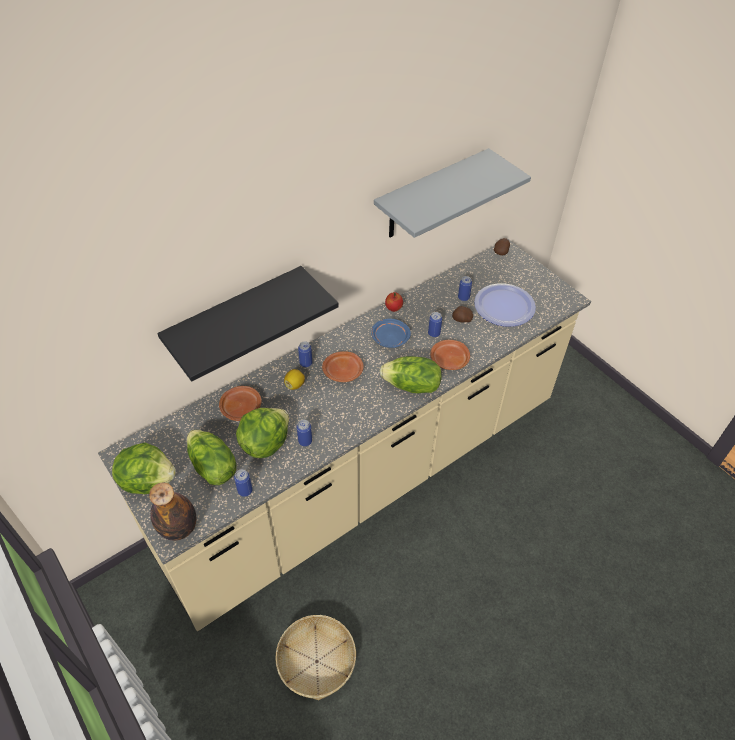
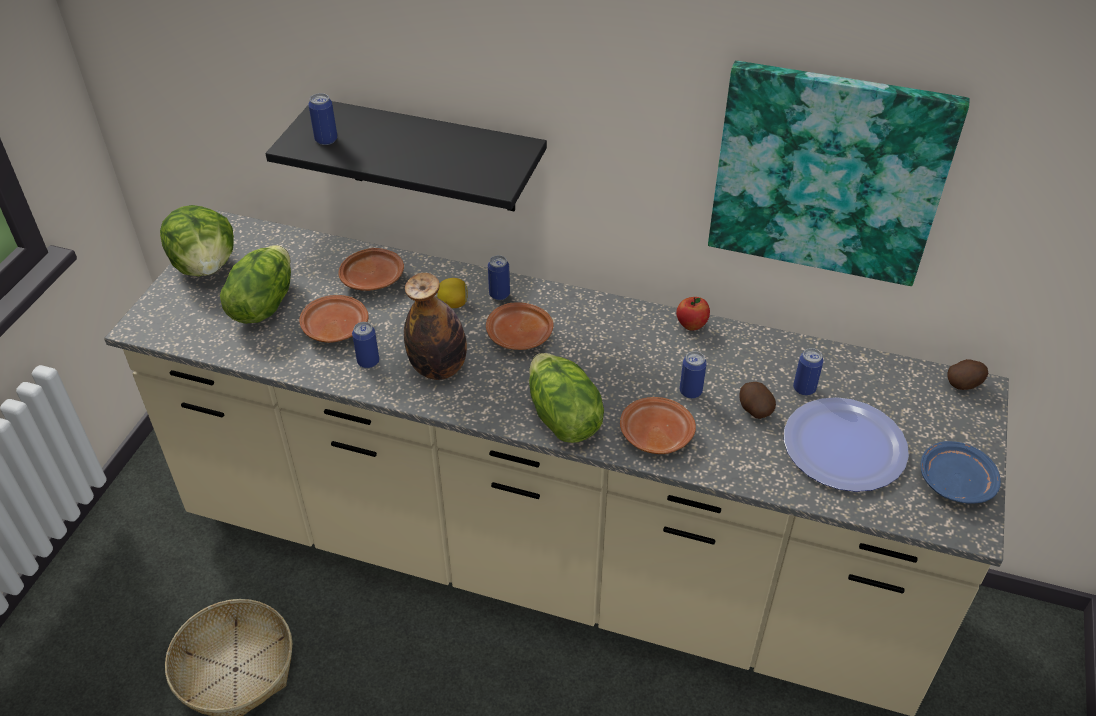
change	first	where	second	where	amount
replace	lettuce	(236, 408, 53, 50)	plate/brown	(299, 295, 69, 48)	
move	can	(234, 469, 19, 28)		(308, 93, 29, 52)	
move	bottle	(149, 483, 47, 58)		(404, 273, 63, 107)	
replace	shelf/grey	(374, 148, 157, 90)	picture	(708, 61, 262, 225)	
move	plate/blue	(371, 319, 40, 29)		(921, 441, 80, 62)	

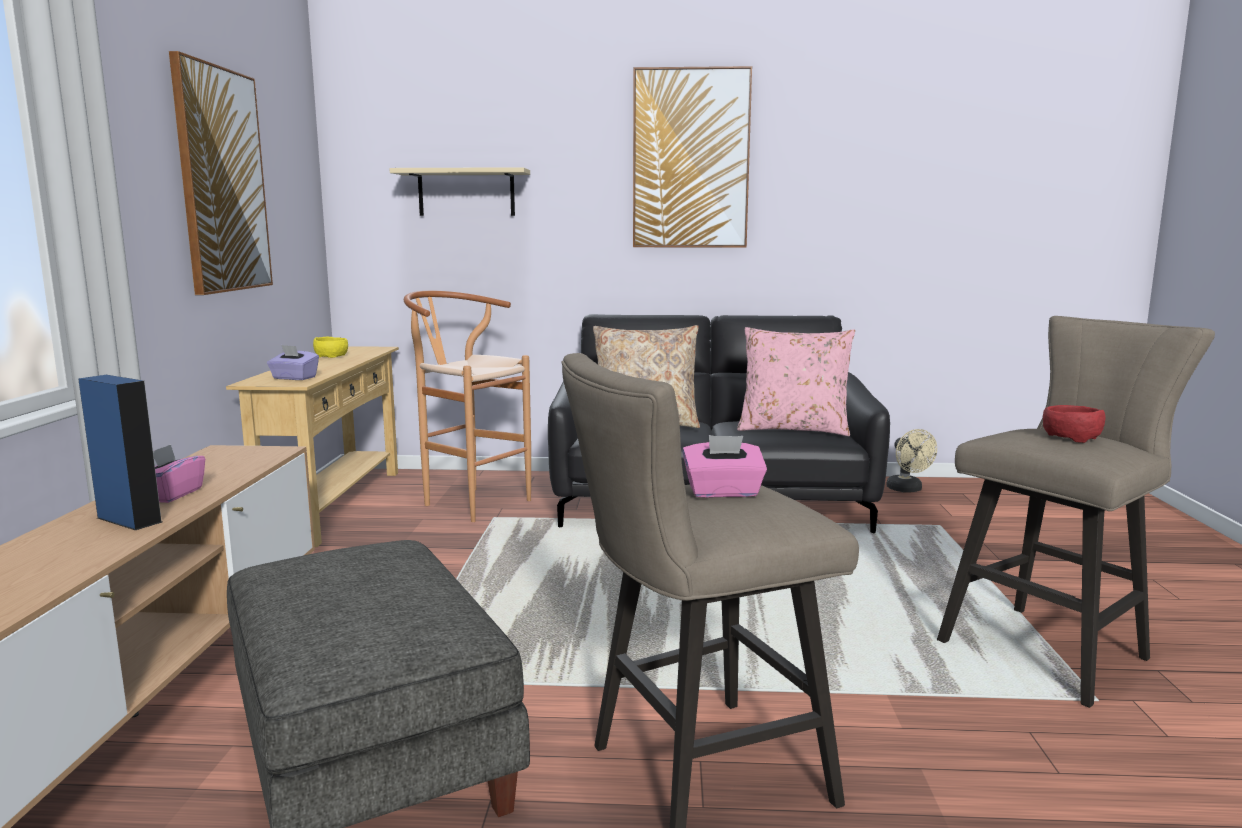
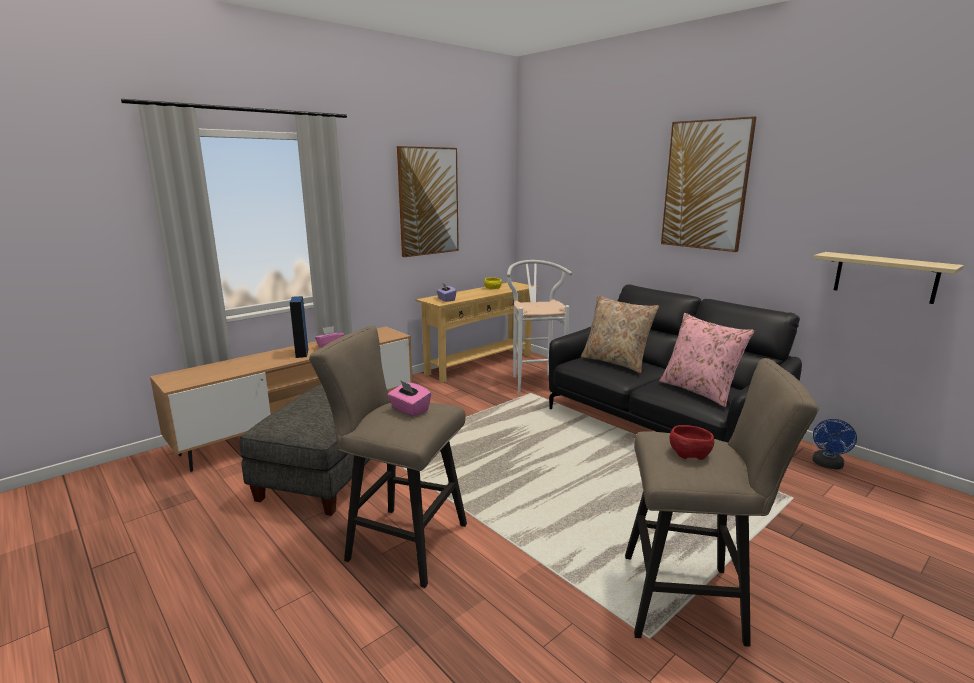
change	first	where	second	where	amount
recolor	stool/brown	(404, 291, 127, 231)	stool/white	(507, 260, 65, 133)	
recolor	fan/beige	(886, 429, 51, 63)	fan/blue	(812, 419, 45, 50)	
move	shelf/beige	(389, 167, 141, 49)		(813, 252, 151, 52)	

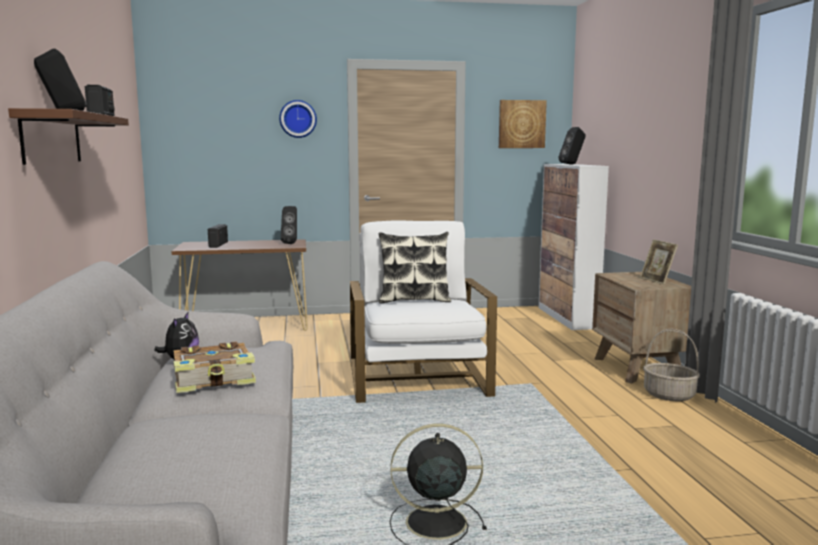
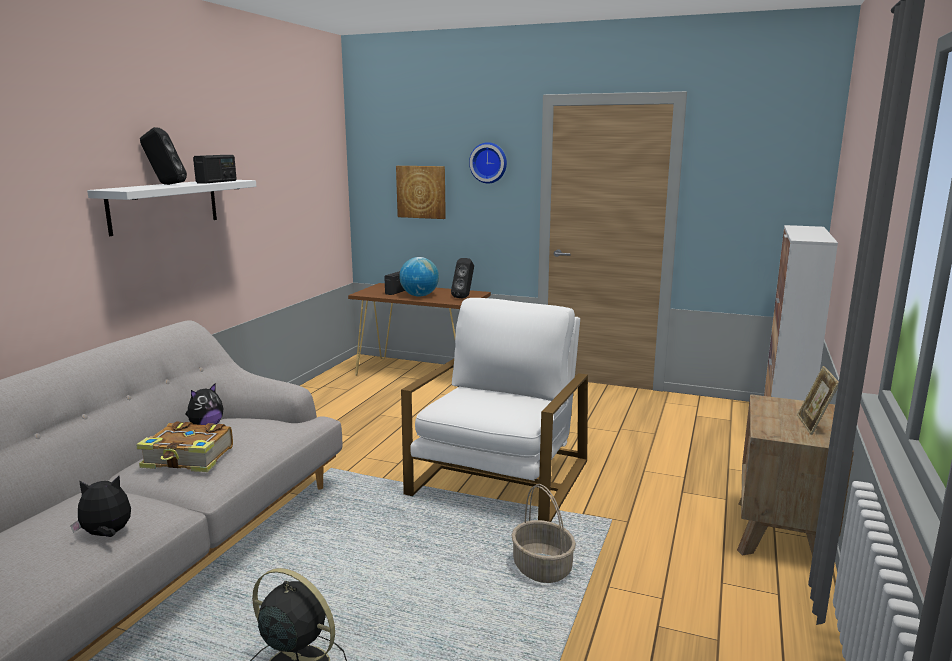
change	first	where	second	where	amount
insert			plush toy	(70, 476, 61, 61)	
recolor	shelf/brown	(8, 108, 121, 57)	shelf/white	(87, 180, 169, 56)	
move	picture	(499, 100, 48, 48)		(396, 166, 50, 53)	
insert			globe	(399, 257, 40, 40)	
move	basket	(643, 329, 57, 72)		(511, 484, 65, 99)	
delete	pillow	(379, 232, 72, 71)			
delete	speaker/black	(558, 127, 28, 38)			

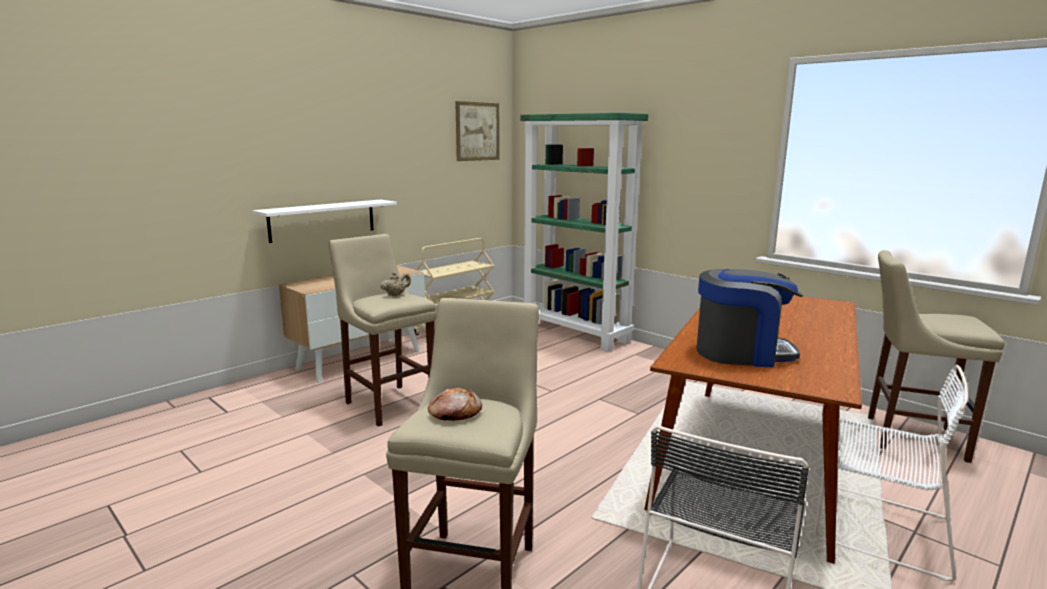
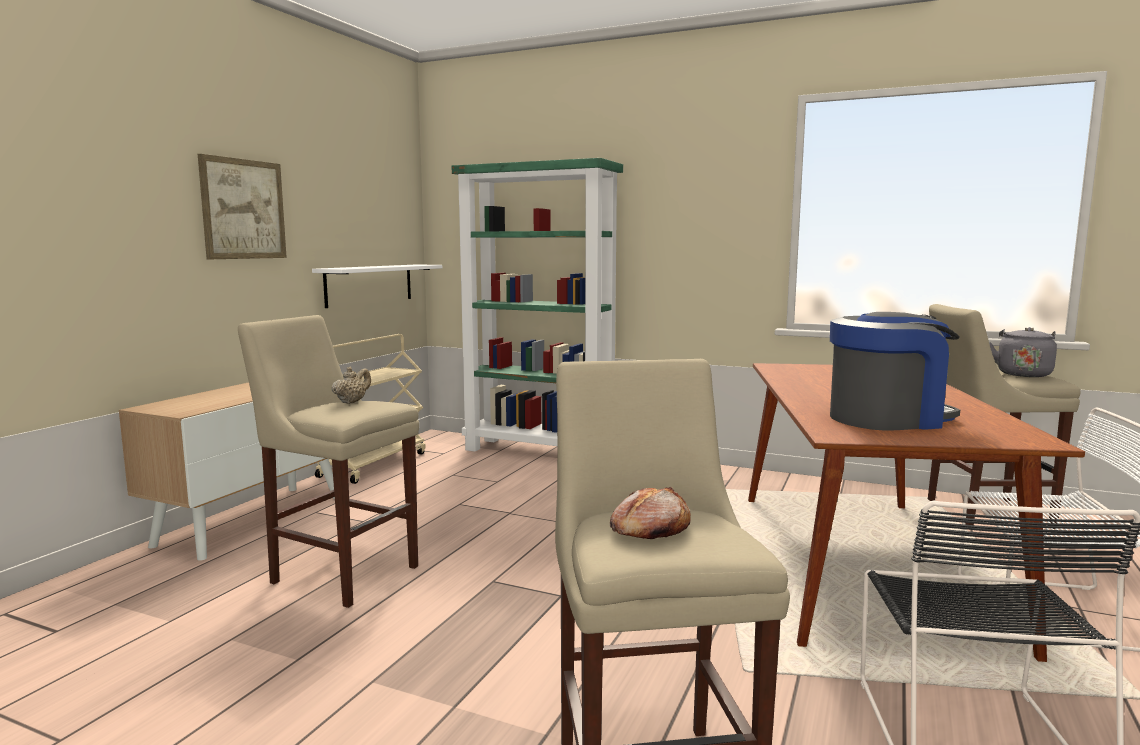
change	first	where	second	where	amount
move	picture	(455, 101, 45, 60)		(198, 154, 89, 105)	
move	shelf/white	(253, 200, 144, 43)		(312, 264, 130, 44)	
insert			kettle/grey	(989, 327, 68, 50)	

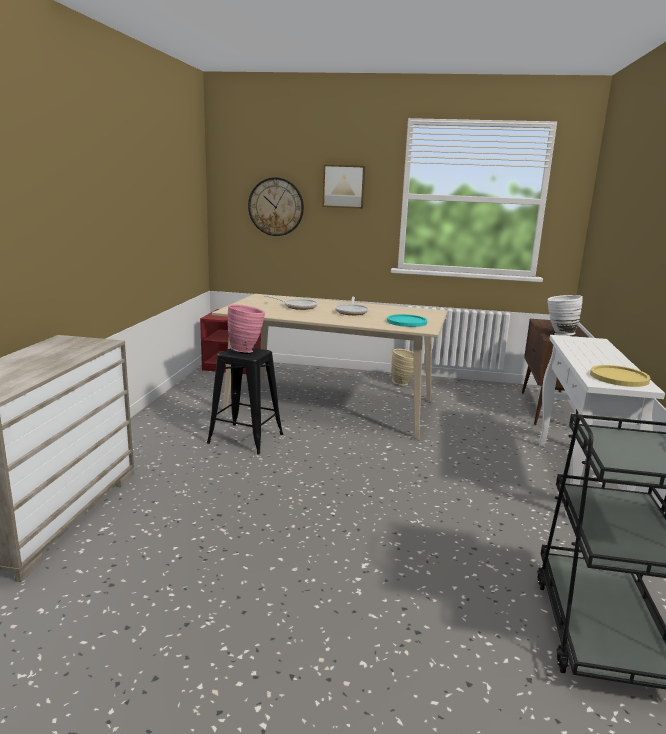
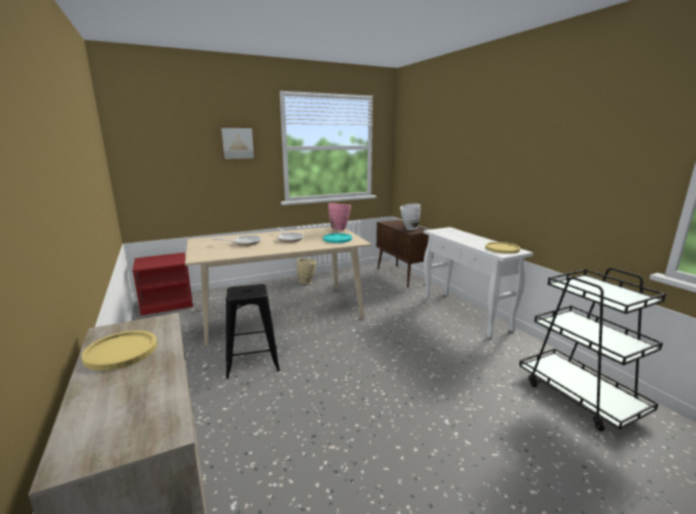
change	first	where	second	where	amount
insert			plate/yellow	(81, 330, 76, 41)	
move	vase/pink	(228, 304, 37, 49)		(328, 203, 23, 27)	
delete	wall clock	(248, 177, 56, 59)			

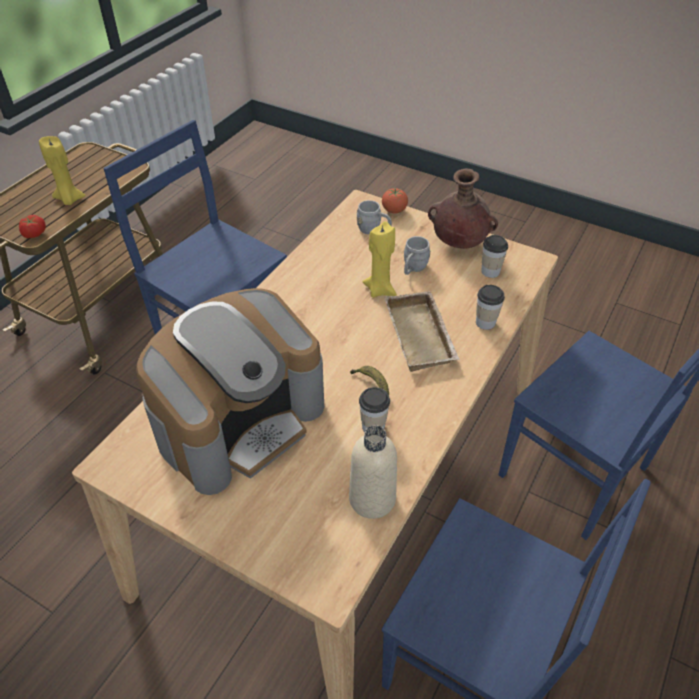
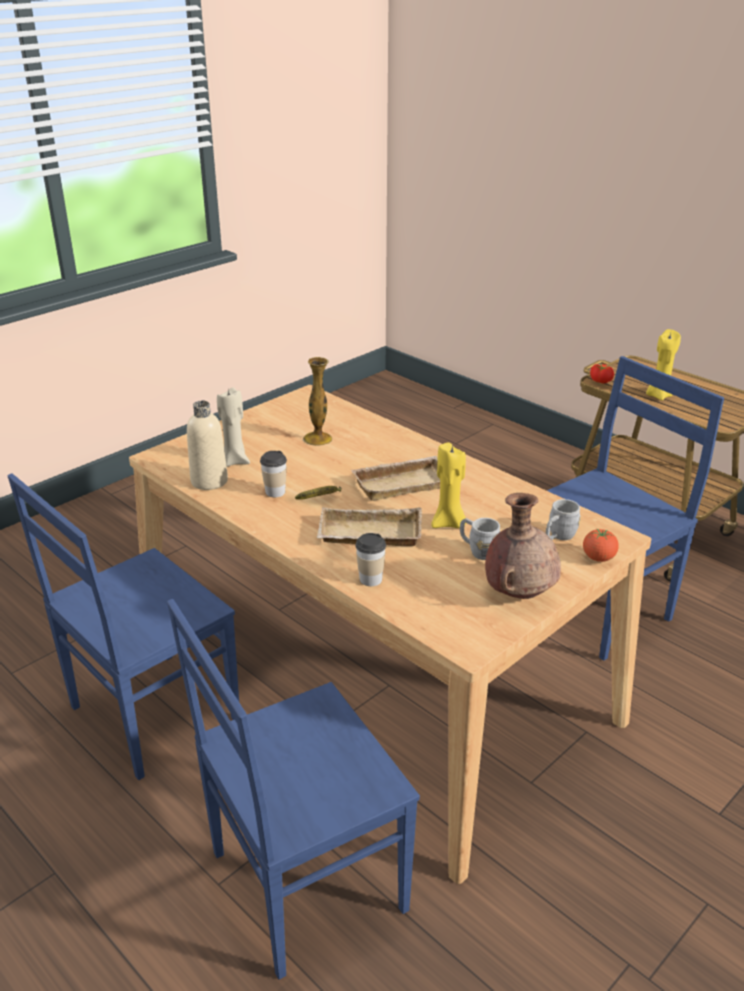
change	first	where	second	where	amount
insert			candle/beige	(217, 387, 33, 80)	
replace	coffee machine	(136, 288, 188, 207)	vase	(303, 357, 30, 89)	
insert			tray/beige	(351, 456, 89, 45)	
delete	cup	(481, 235, 27, 43)			

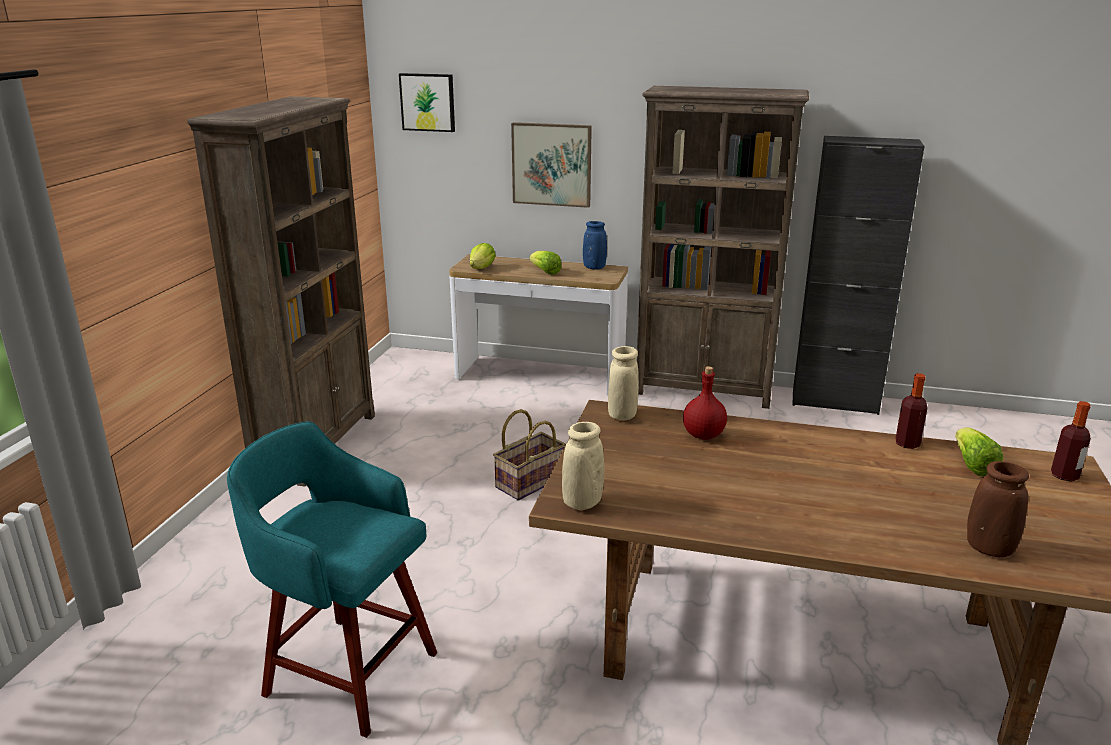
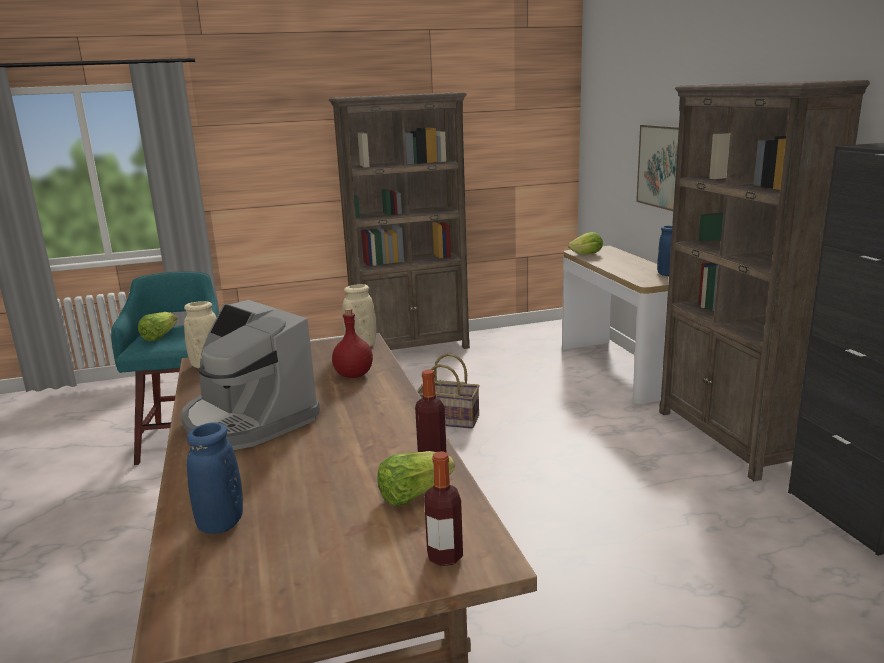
change	first	where	second	where	amount
move	lettuce	(529, 251, 33, 24)		(138, 312, 39, 29)	
insert			coffee machine	(181, 300, 139, 150)	
recolor	vase/brown	(967, 461, 62, 96)	vase/blue	(187, 422, 56, 112)	
delete	picture	(399, 73, 56, 59)			

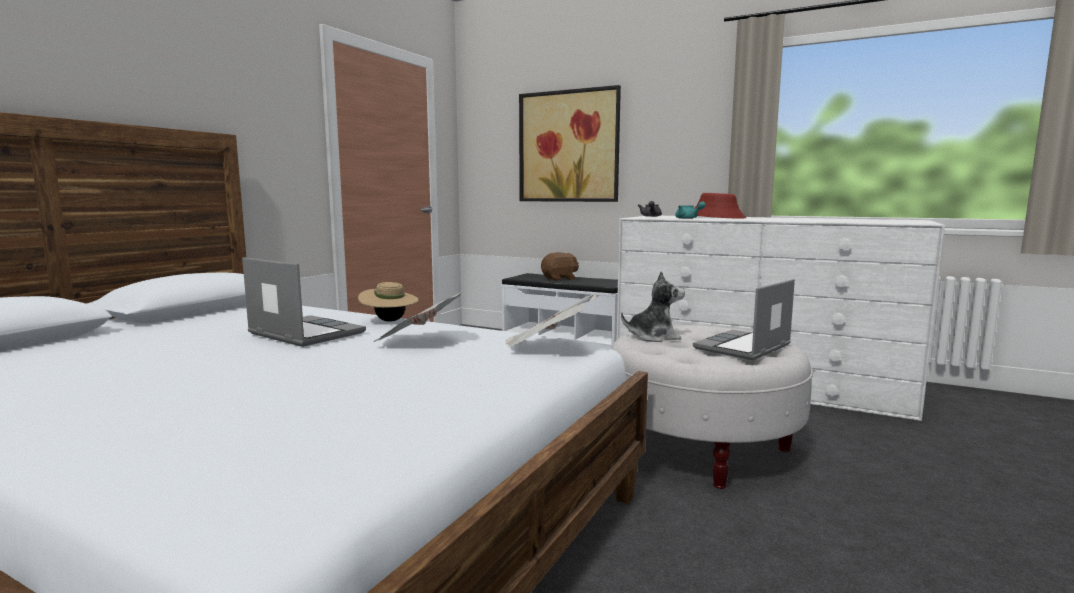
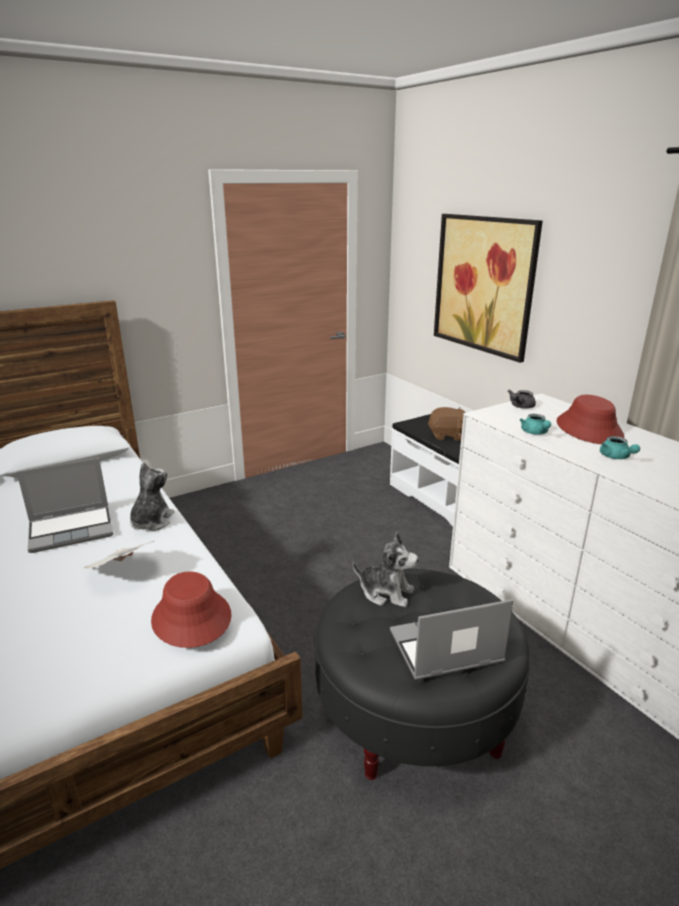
change	first	where	second	where	amount
rotate	laptop	(242, 257, 124, 90)		(17, 458, 96, 95)	90 degrees clockwise
replace	hat/beige	(358, 282, 61, 40)	plush toy	(130, 462, 45, 69)	
replace	newspaper	(506, 294, 91, 54)	hat/red	(151, 571, 81, 77)	
recolor	ottoman/white	(611, 325, 202, 164)	ottoman/black	(315, 569, 216, 211)	
insert			teapot/turquoise	(600, 436, 40, 23)	

